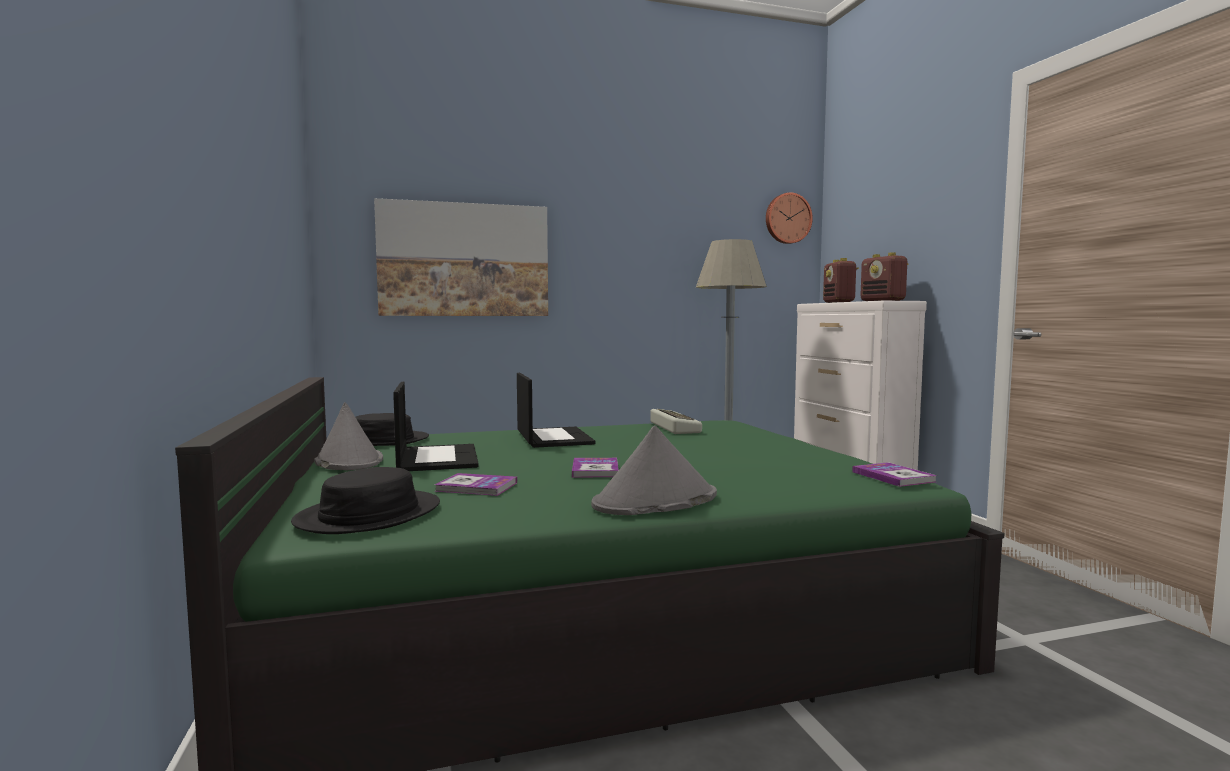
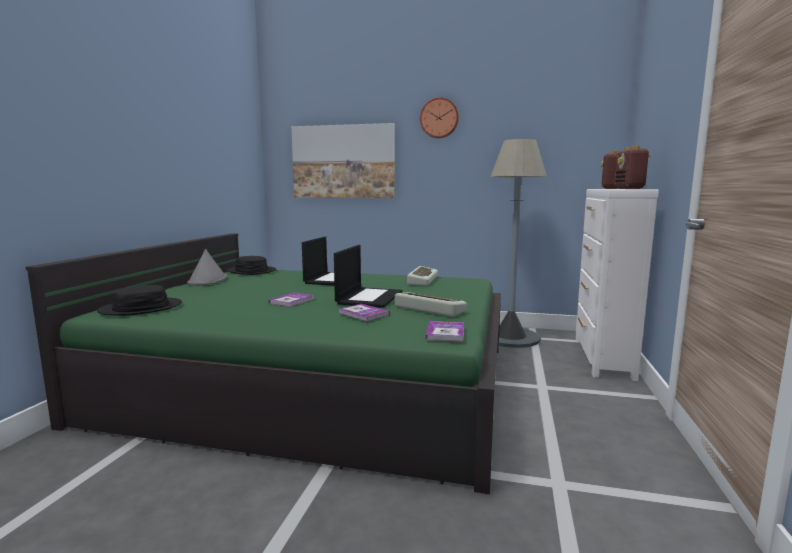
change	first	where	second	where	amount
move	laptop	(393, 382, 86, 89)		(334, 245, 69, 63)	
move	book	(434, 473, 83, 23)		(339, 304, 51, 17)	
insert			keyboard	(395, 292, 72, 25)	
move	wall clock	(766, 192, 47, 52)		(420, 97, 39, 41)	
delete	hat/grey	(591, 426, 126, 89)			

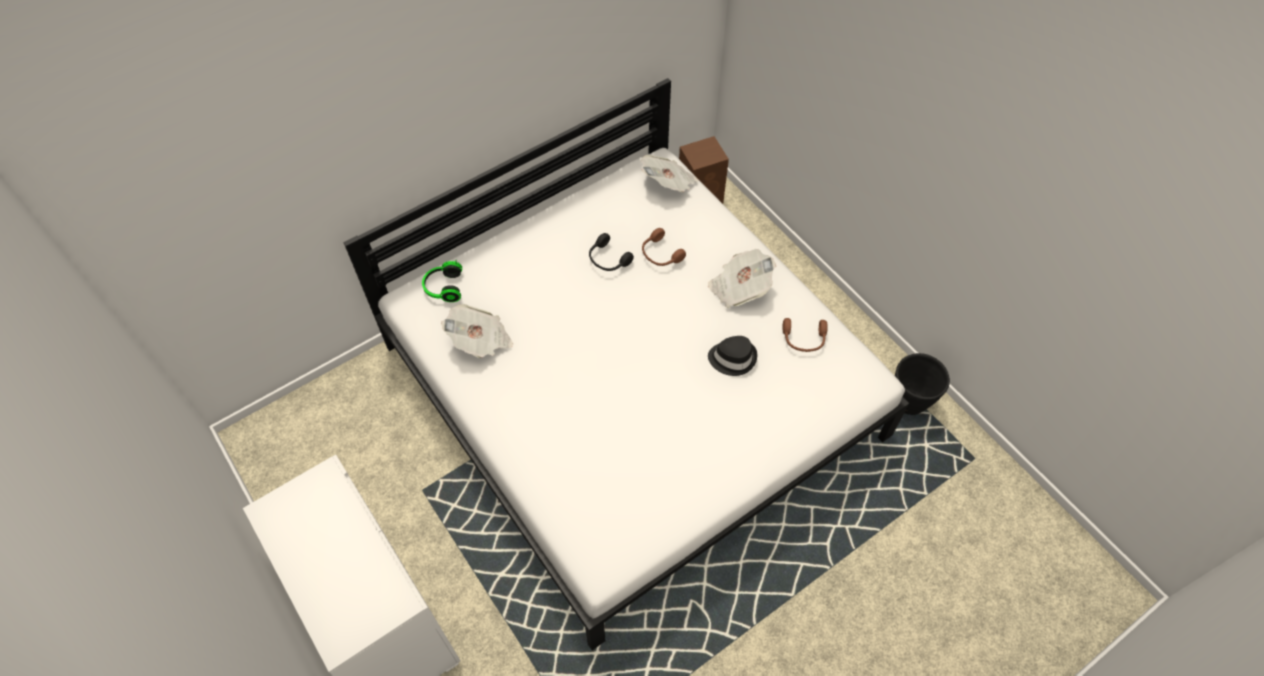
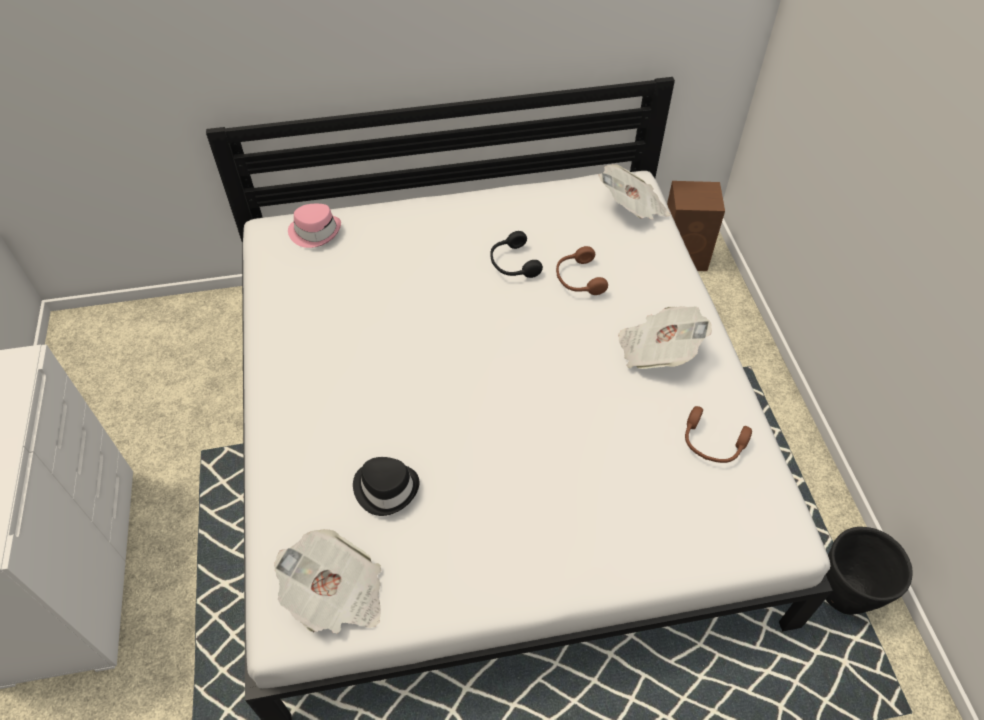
change	first	where	second	where	amount
move	newspaper	(441, 304, 72, 54)		(274, 529, 107, 105)	
replace	headphones	(422, 261, 40, 41)	hat/pink	(288, 204, 53, 44)	
move	hat/black	(708, 336, 49, 40)		(353, 457, 66, 59)	

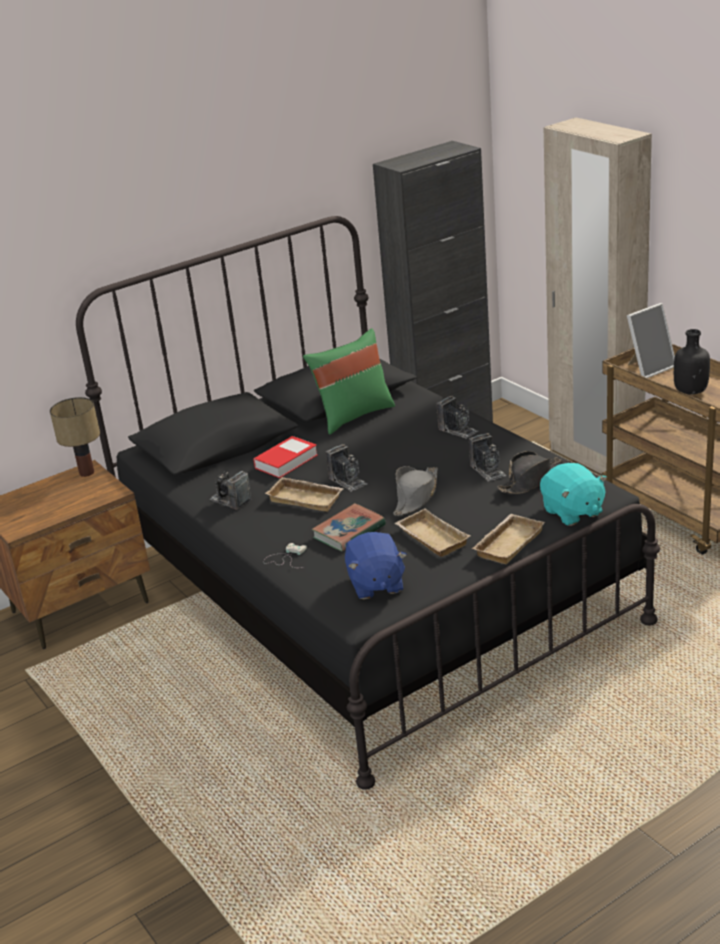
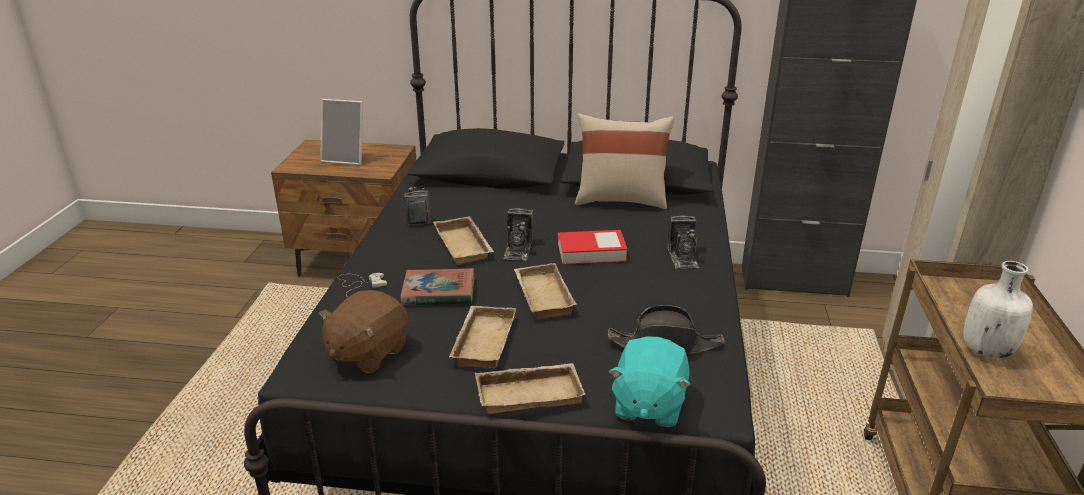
change	first	where	second	where	amount
recolor	plush toy/blue	(345, 532, 62, 67)	plush toy/brown	(319, 290, 89, 83)	
move	picture frame	(627, 303, 48, 75)		(320, 99, 43, 67)	
replace	hat/grey	(393, 466, 45, 50)	tray/beige	(514, 263, 63, 55)	
move	book	(253, 436, 65, 42)		(558, 230, 70, 35)	
recolor	pillow/green	(303, 329, 92, 106)	pillow/beige	(575, 113, 99, 96)	
recolor	bottle/black	(674, 329, 36, 66)	bottle/white	(963, 261, 70, 97)	
delete	table lamp	(50, 397, 50, 80)			
delete	photo camera	(469, 433, 38, 48)			

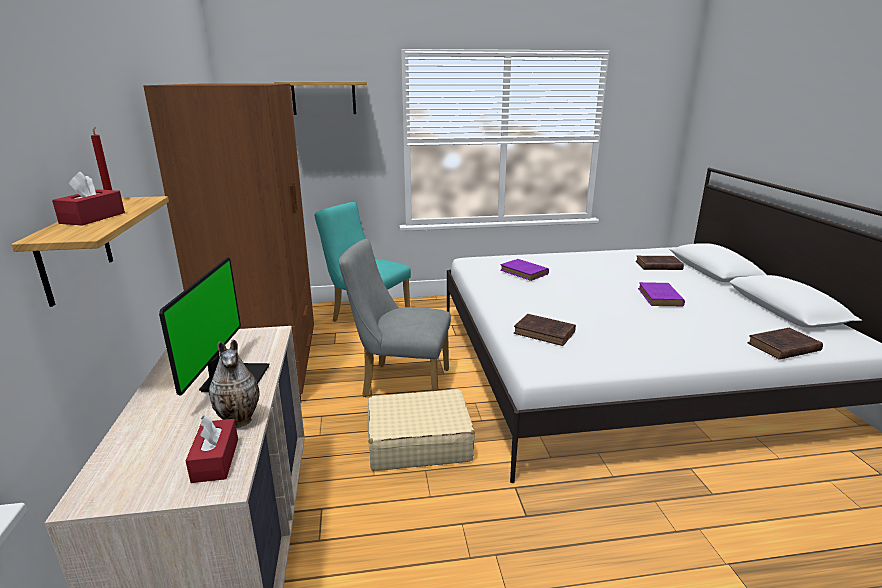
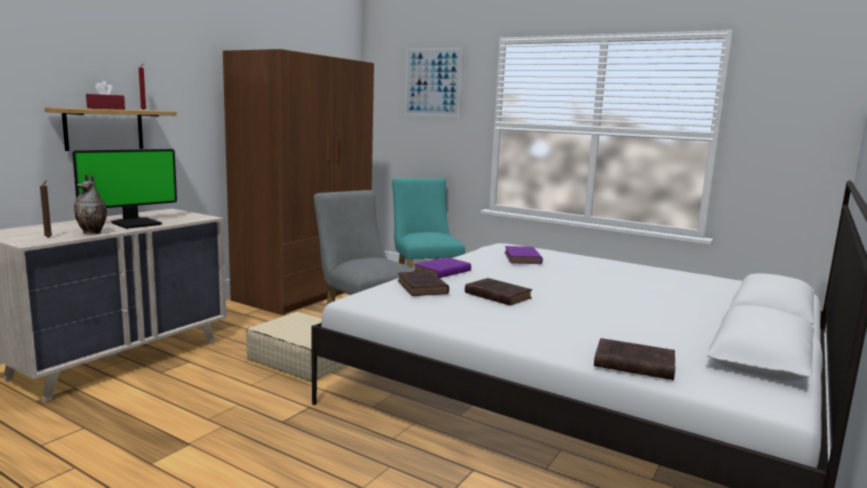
change	first	where	second	where	amount
replace	tissue box/red	(186, 416, 52, 67)	candle/brown	(40, 180, 12, 58)	
replace	shelf	(274, 81, 93, 34)	picture	(405, 47, 58, 70)	
move	book/purple	(638, 282, 47, 25)		(413, 257, 58, 21)	
move	book/brown	(636, 256, 48, 14)		(465, 278, 67, 28)	

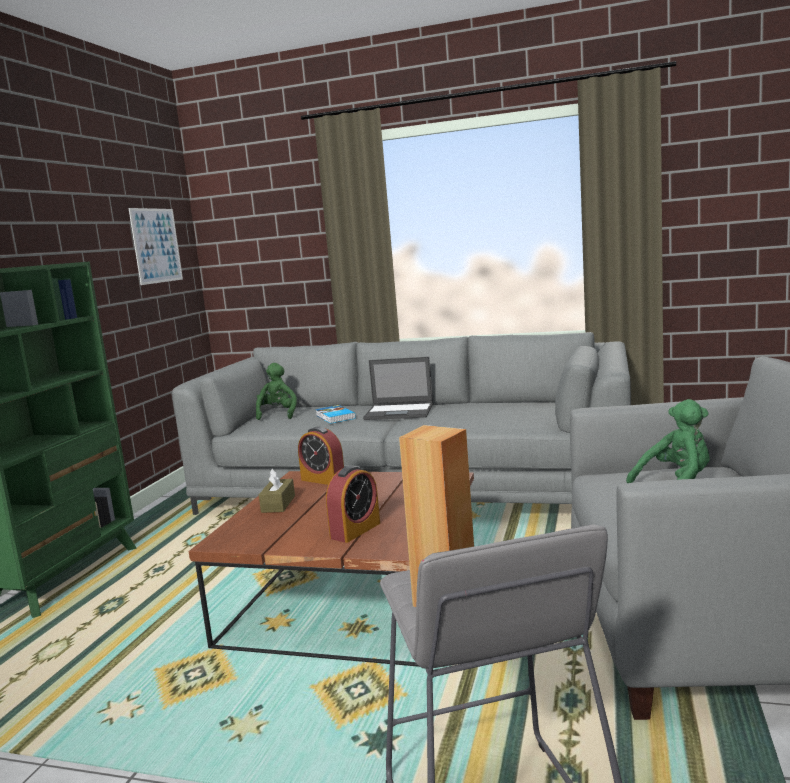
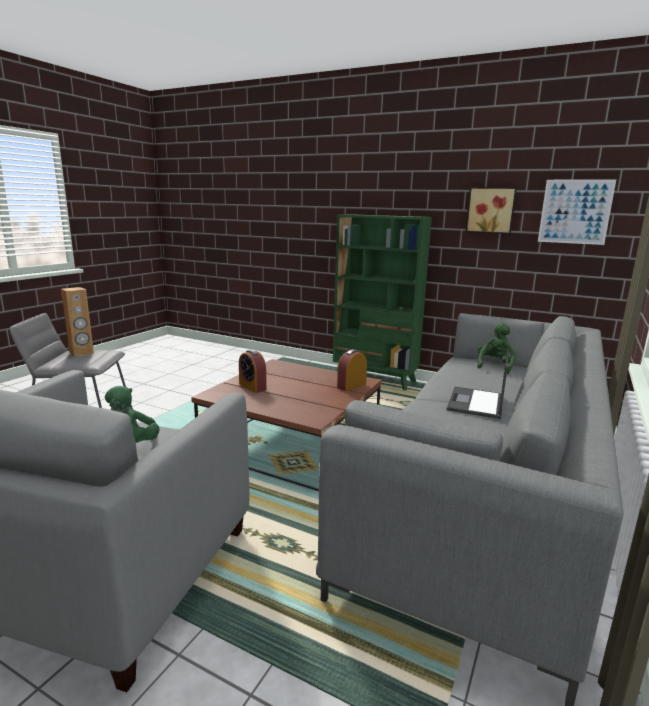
change	first	where	second	where	amount
insert			picture	(465, 187, 52, 47)	
rotate	plush toy/green	(256, 363, 41, 57)		(477, 322, 39, 52)	75 degrees counterclockwise
delete	tissue box/brown	(259, 469, 36, 44)			
delete	book	(315, 405, 41, 19)			

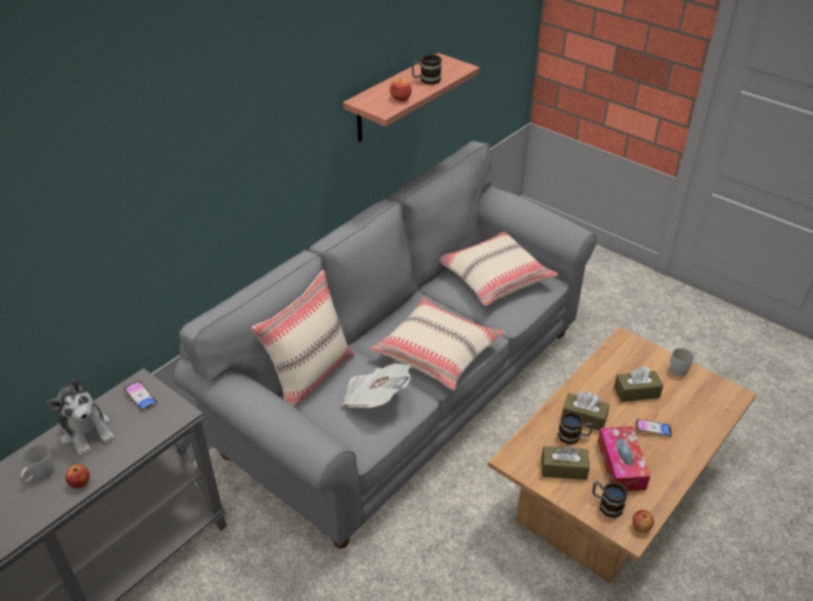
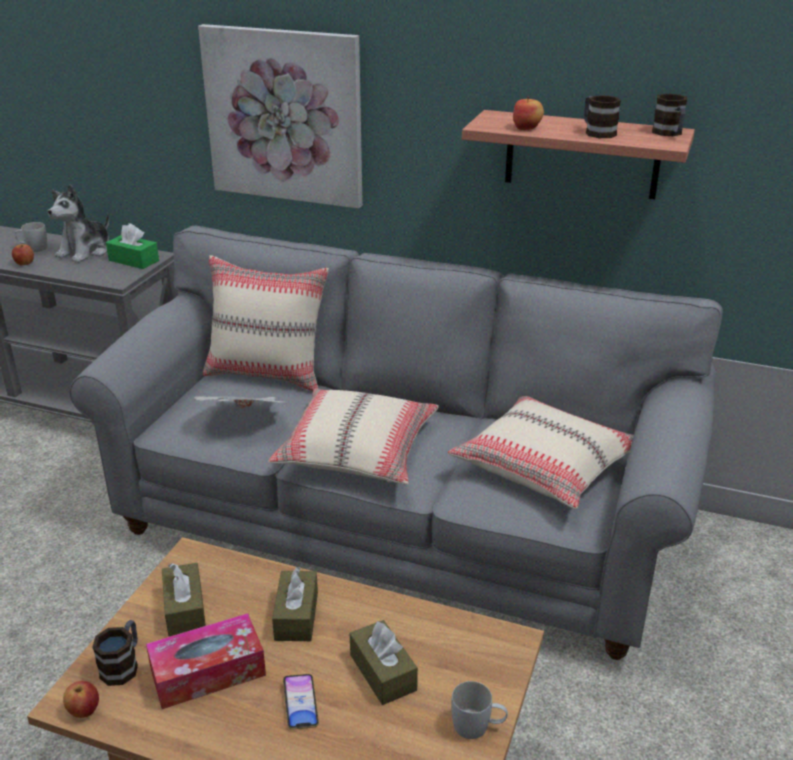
change	first	where	second	where	amount
replace	phone	(124, 381, 33, 30)	tissue box/green	(106, 223, 53, 46)	
insert			picture	(198, 24, 164, 185)	
move	mug	(558, 411, 35, 34)		(652, 94, 35, 42)	

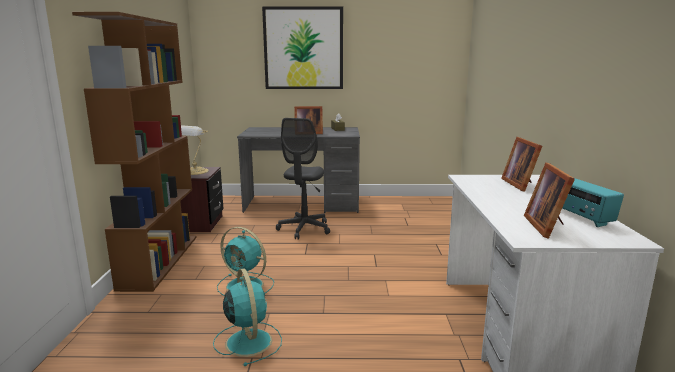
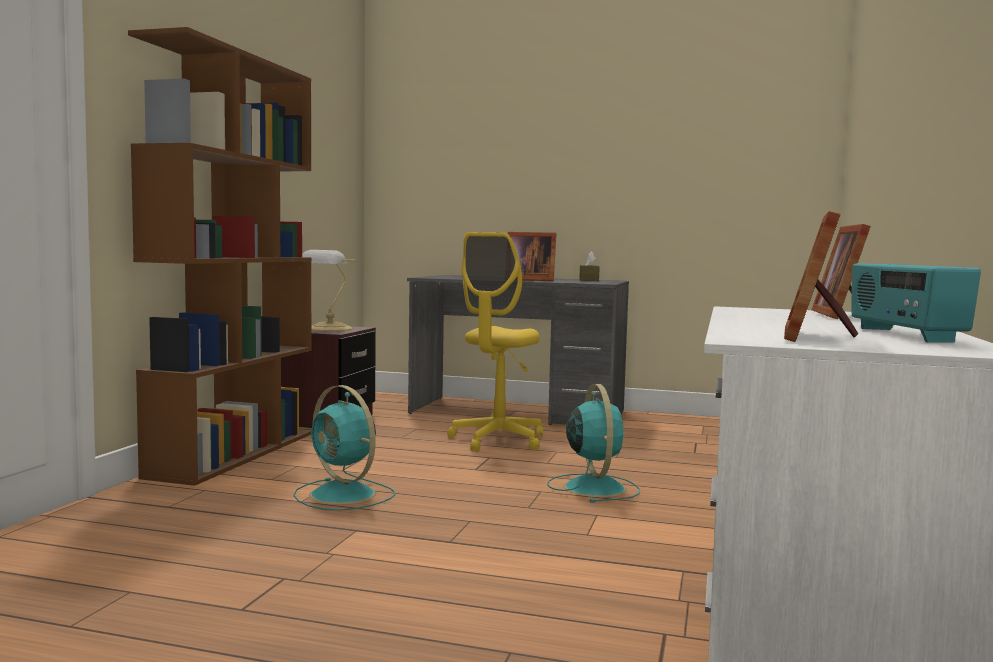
change	first	where	second	where	amount
recolor	office chair/grey	(276, 118, 54, 122)	office chair/yellow	(447, 232, 96, 219)	
move	fan/turquoise	(213, 269, 69, 97)		(547, 384, 93, 119)	
delete	picture	(262, 6, 81, 83)			

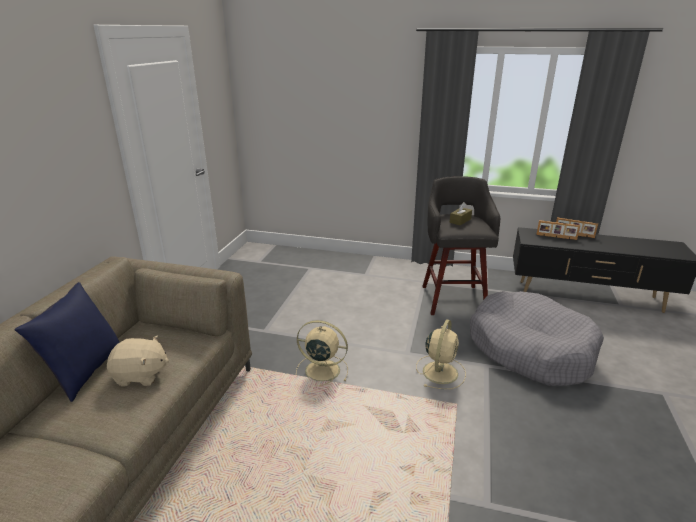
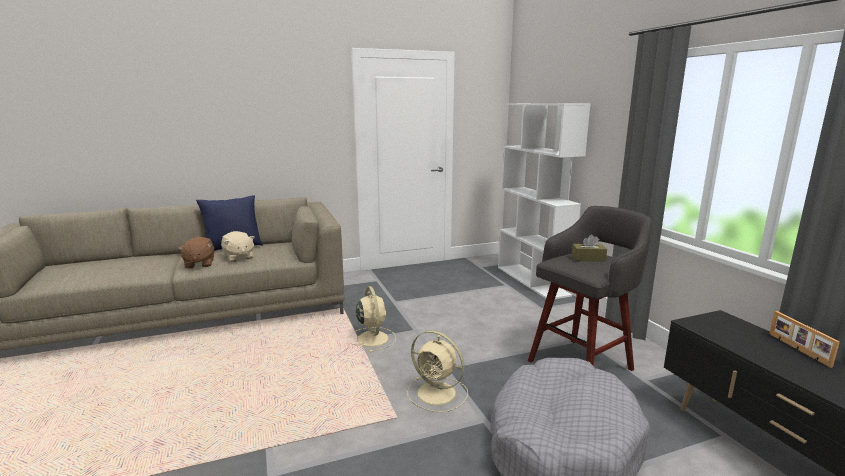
change	first	where	second	where	amount
insert			plush toy/brown	(178, 237, 36, 32)	
rotate	fan/beige	(416, 319, 50, 70)		(407, 331, 61, 81)	45 degrees clockwise
insert			bookcase/white	(498, 103, 93, 196)	
delete	picture frame	(536, 220, 44, 20)			

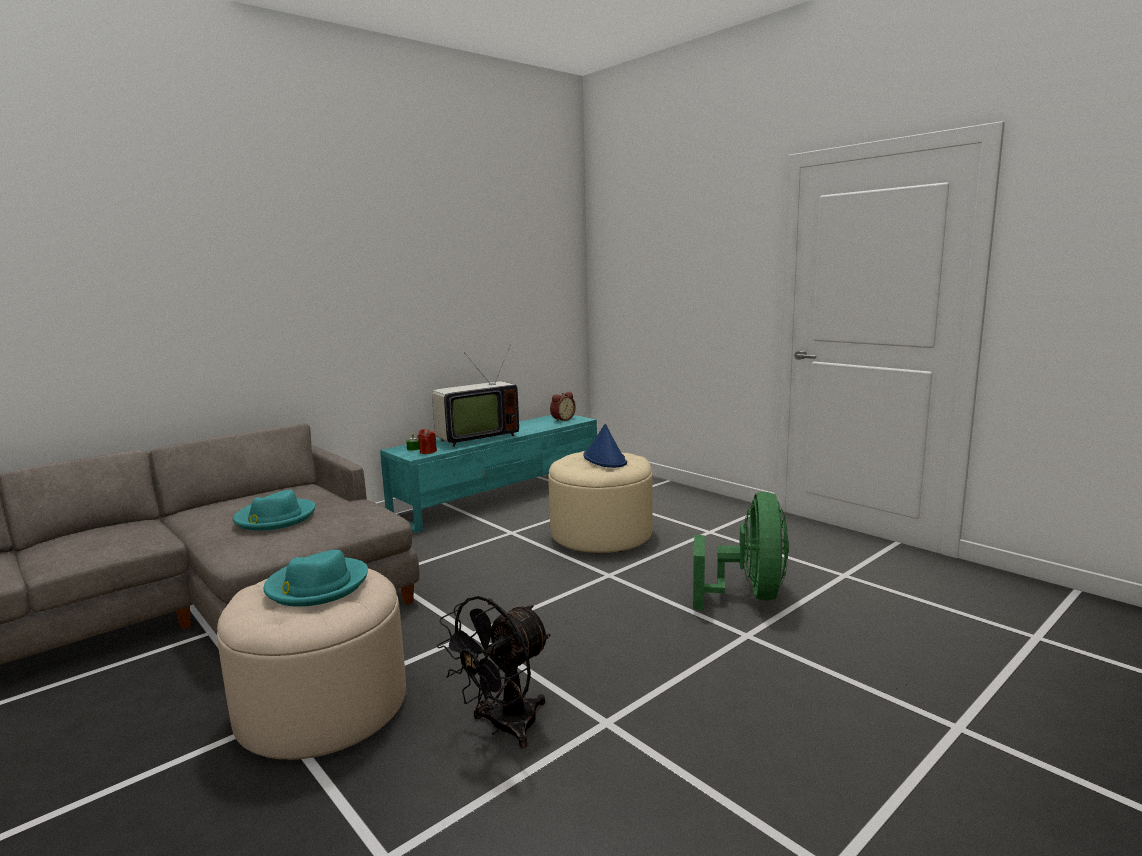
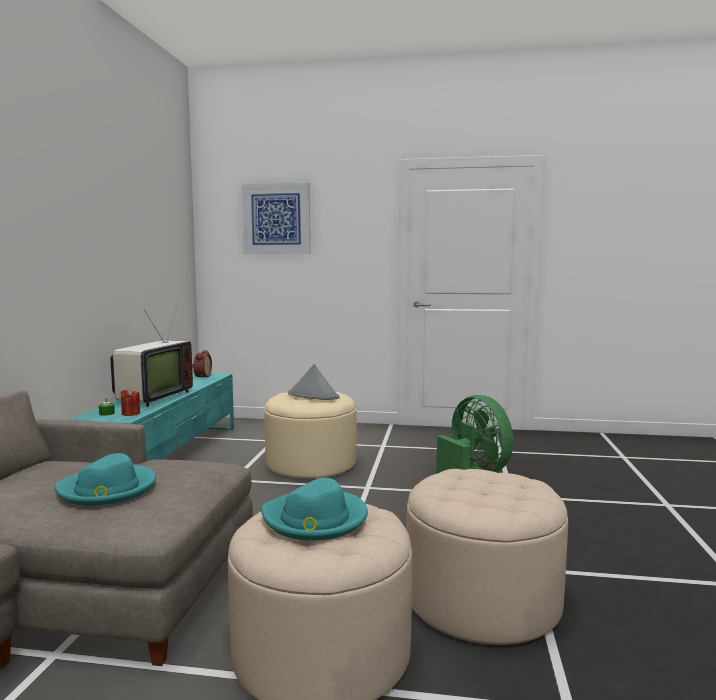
change	first	where	second	where	amount
insert			picture	(242, 183, 68, 71)	
recolor	hat/blue	(583, 424, 44, 44)	hat/grey	(288, 364, 52, 36)	
replace	fan/black	(437, 596, 114, 152)	ottoman/beige	(406, 469, 162, 176)	

